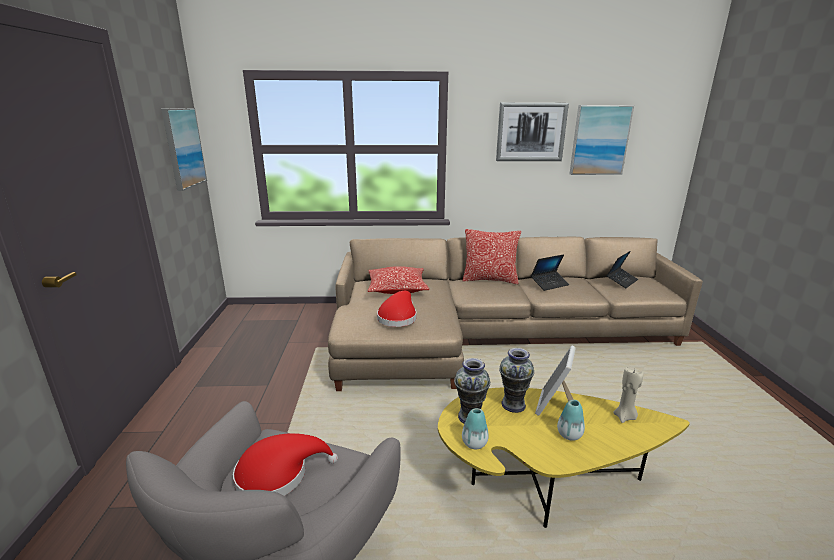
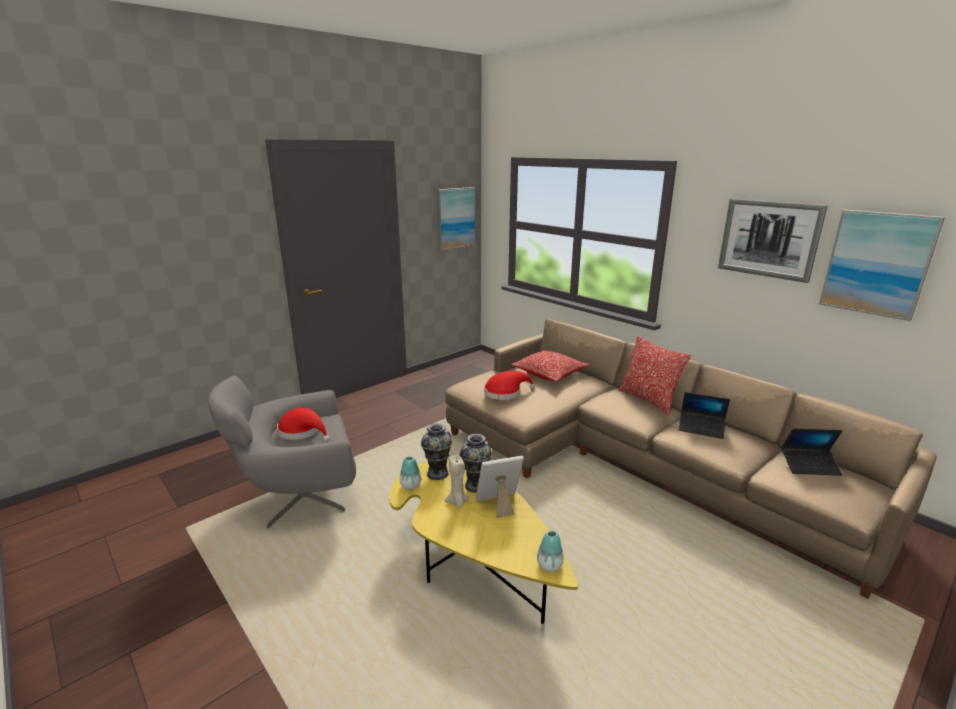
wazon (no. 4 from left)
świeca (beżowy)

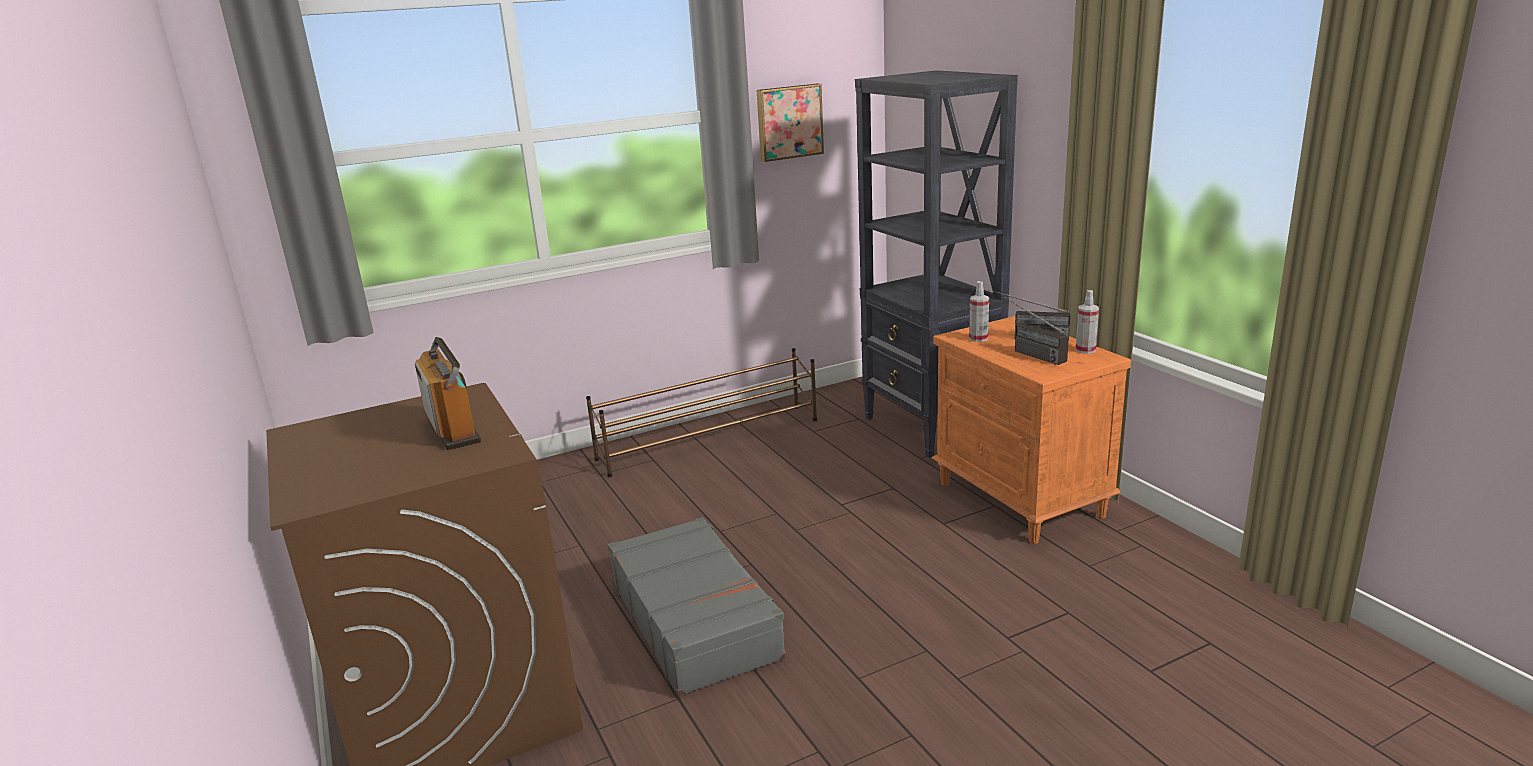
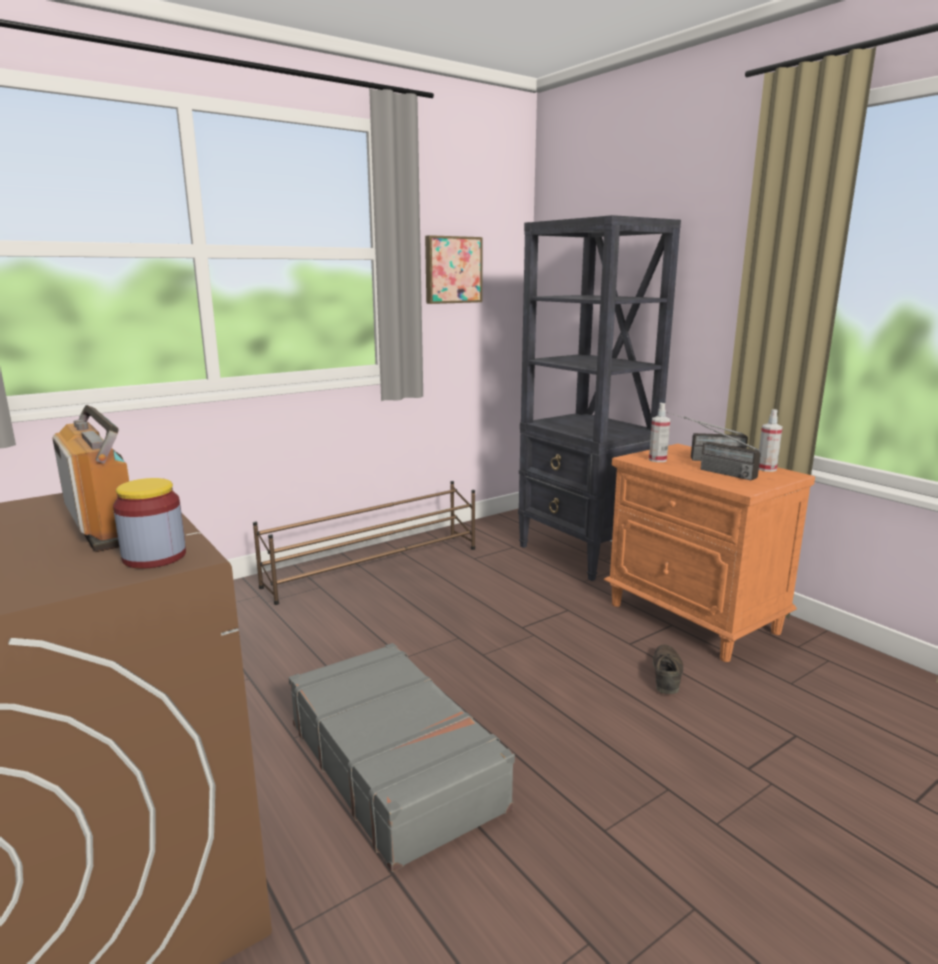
słoik
but (brązowy)

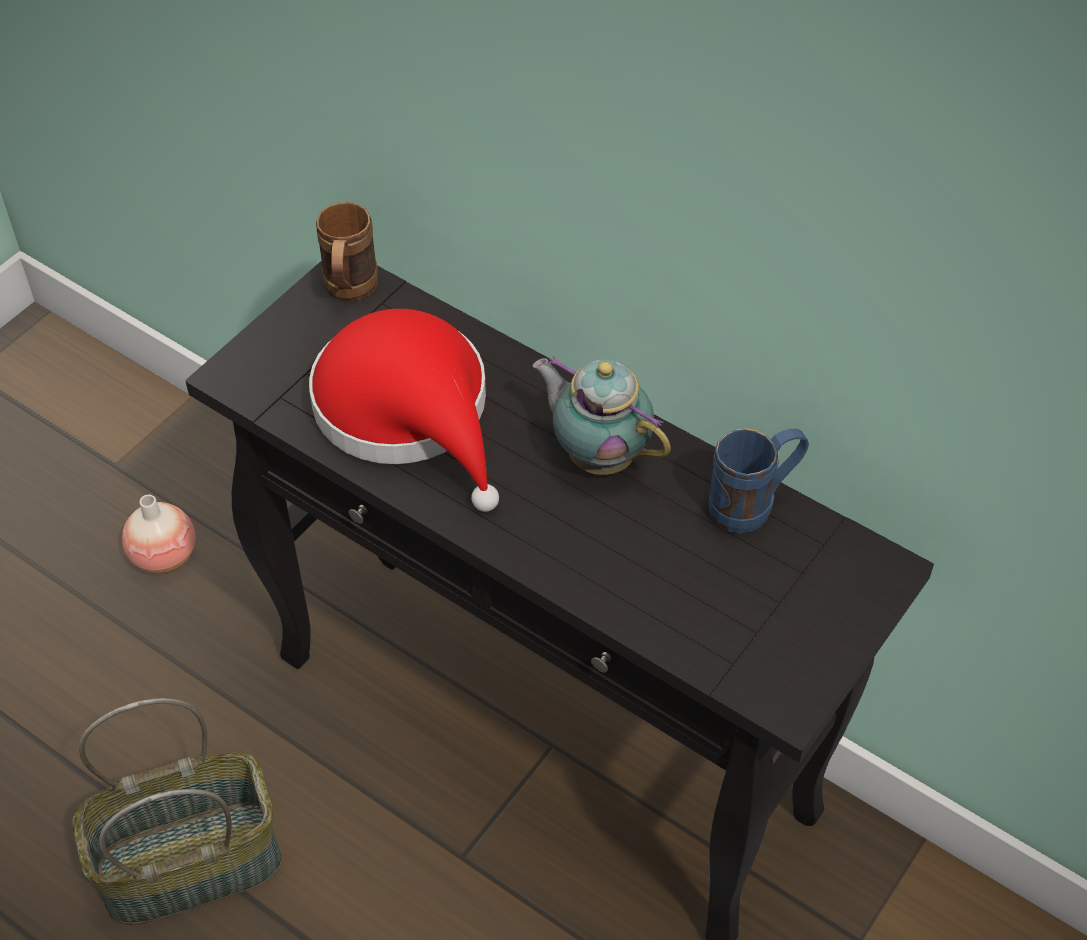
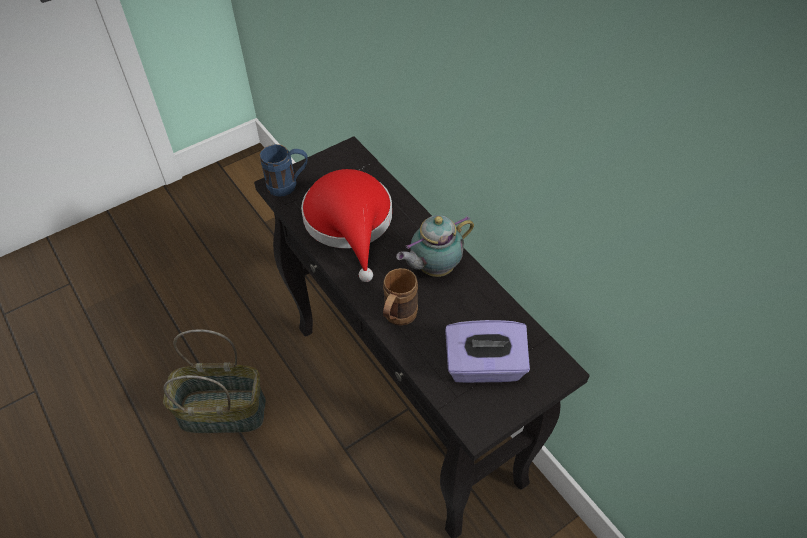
wazon
kubek (brązowy)
imbryk
kubek (niebieski)
pudełko chusteczek (fioletowy)

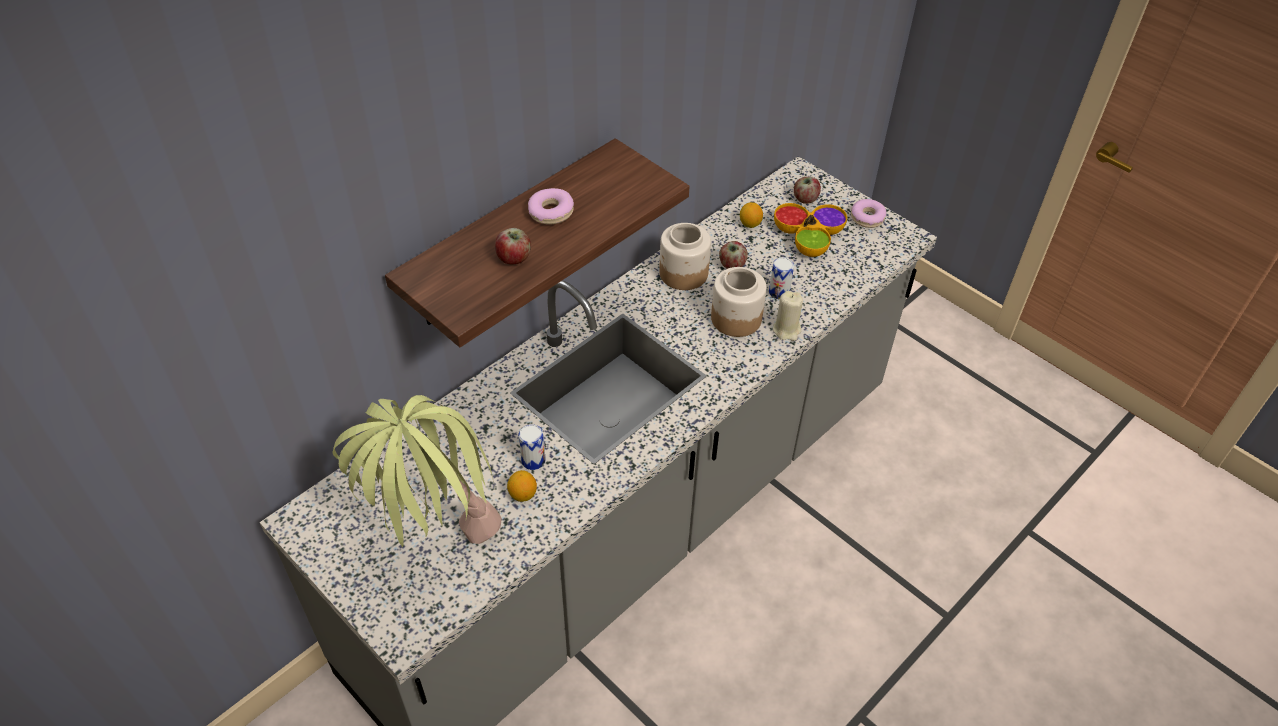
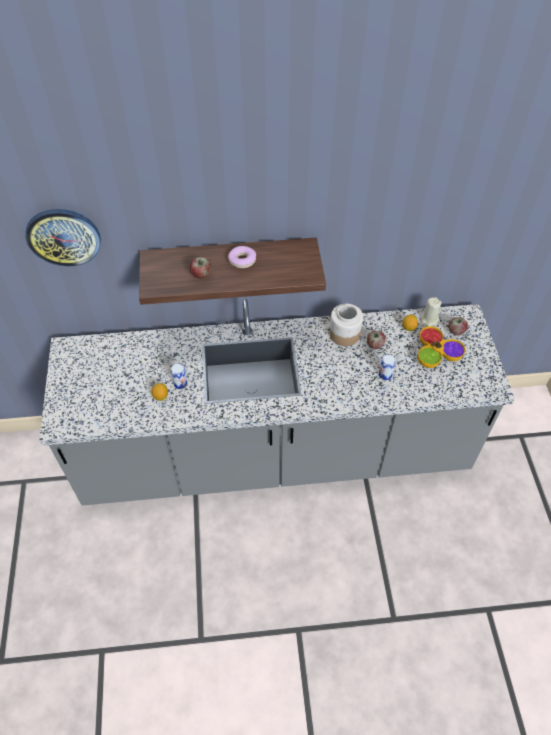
roślina doniczkowa
słoik (no. 2 from left in the first image)
świeca (beżowy)
donut (no. 2 from left in the first image)
zegar ścienny

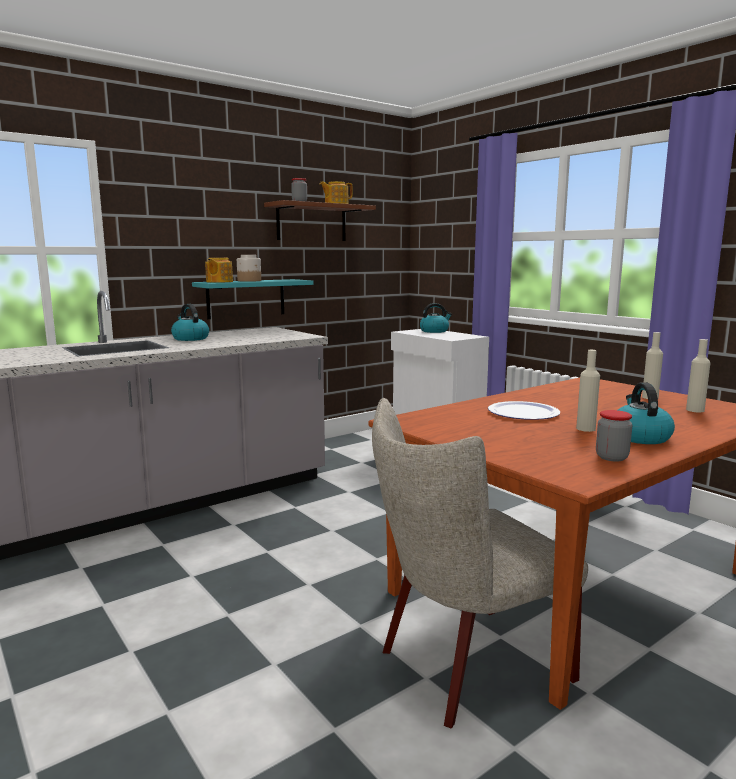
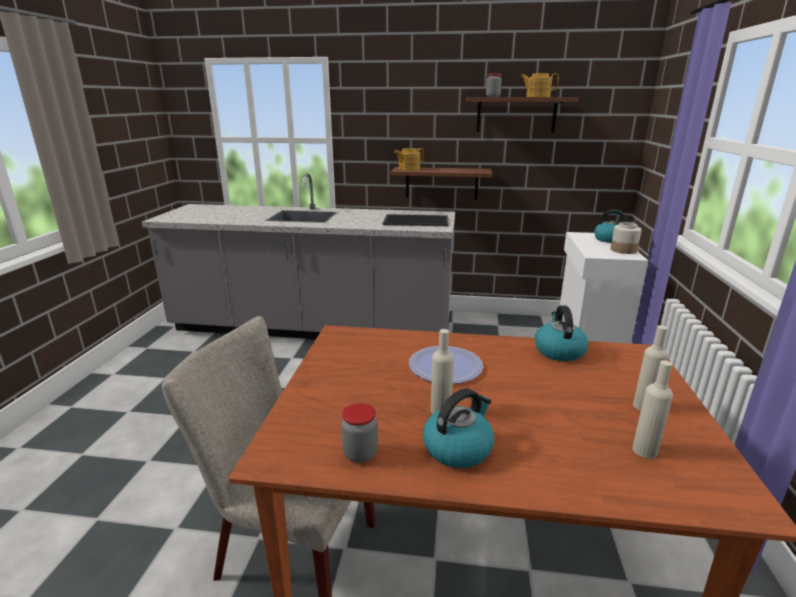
czajnik (no. 2 from left)
półka (brązowy) (no. 1 from left)
słoik (no. 3 from left)
taca

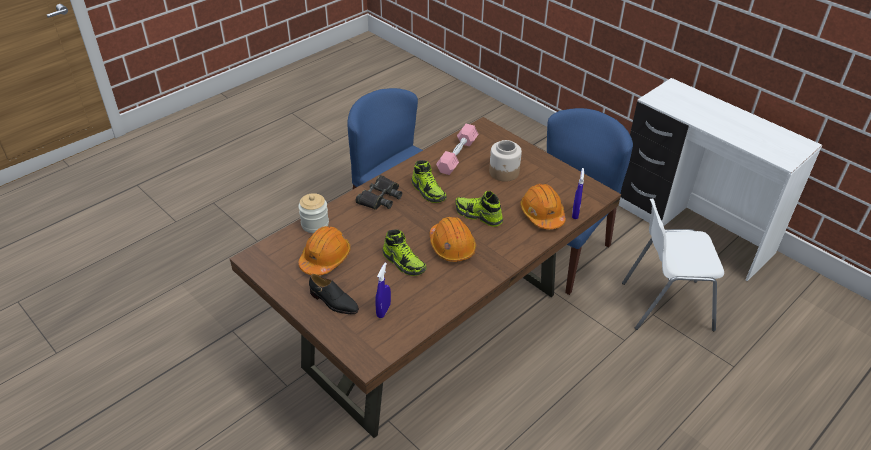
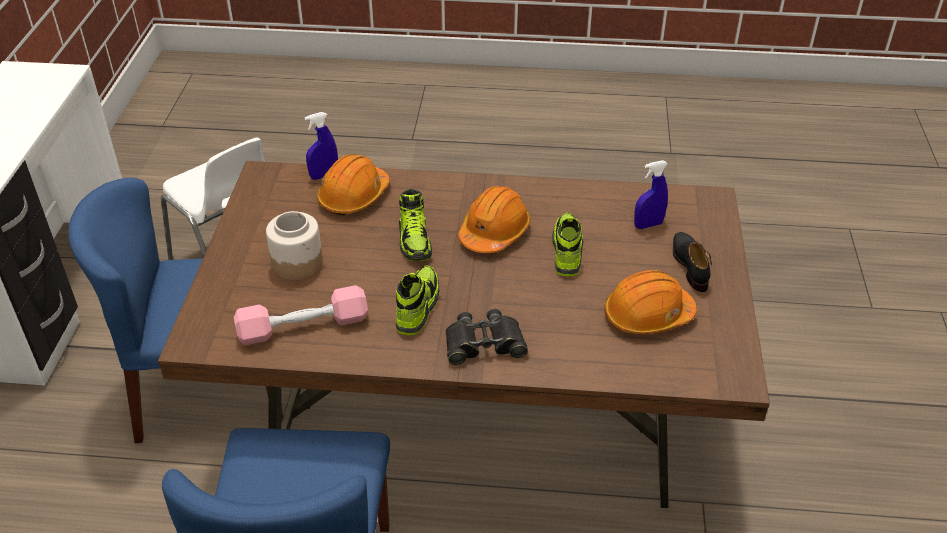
słoik (no. 1 from left in the first image)

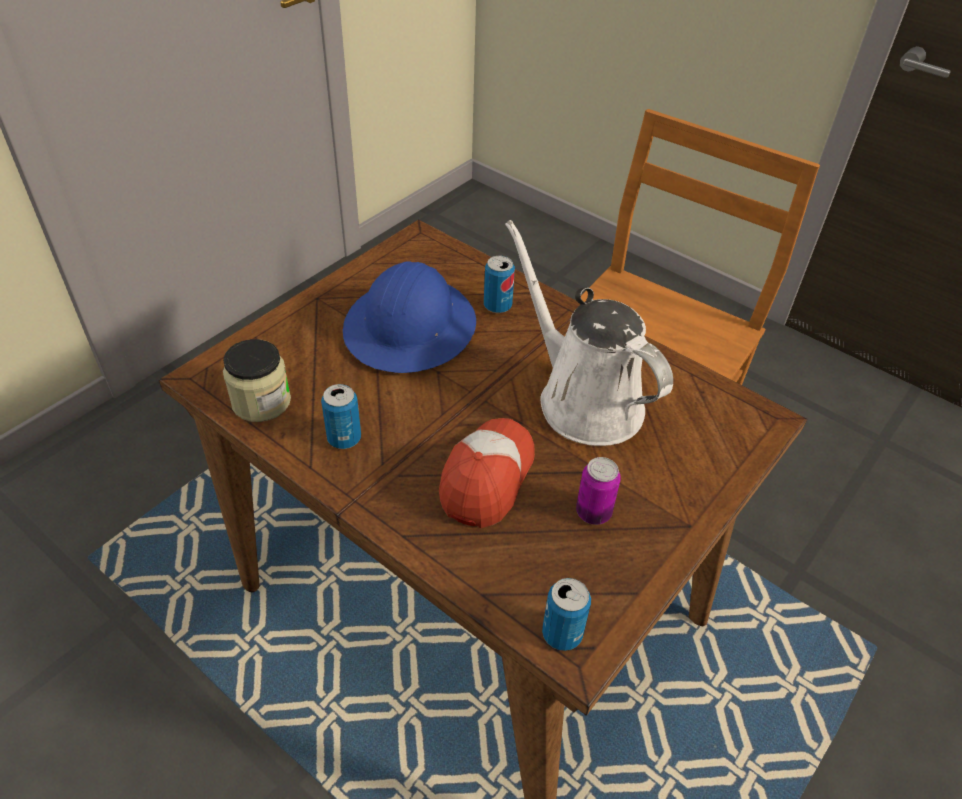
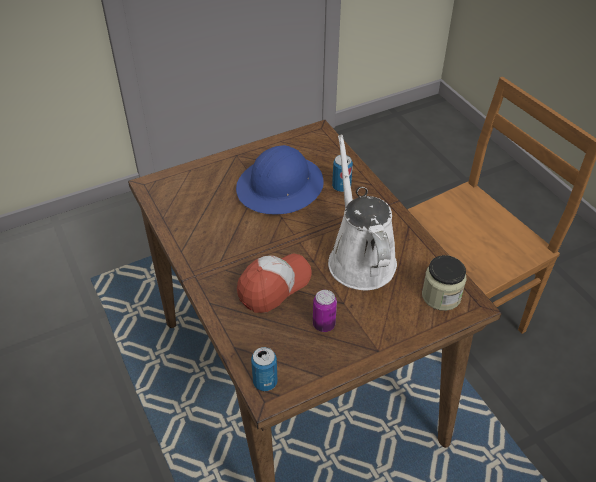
słoik
puszka (no. 1 from left in the first image)

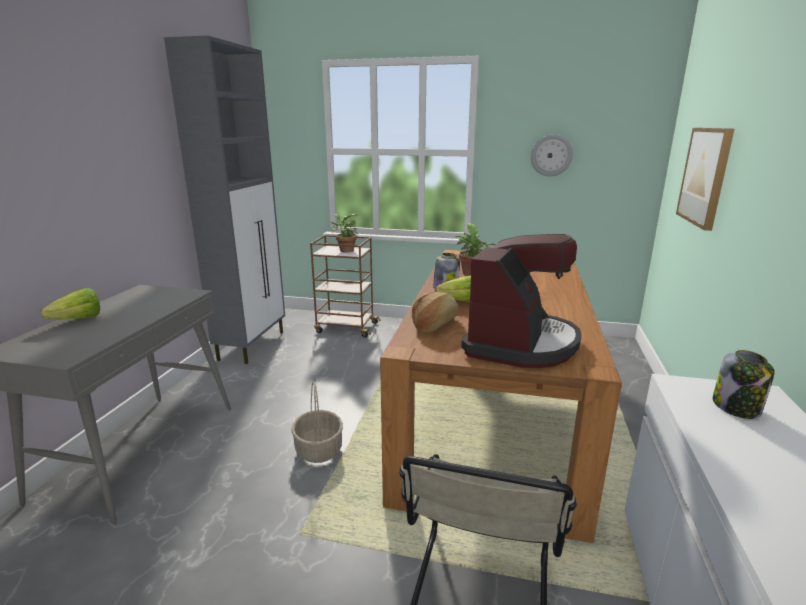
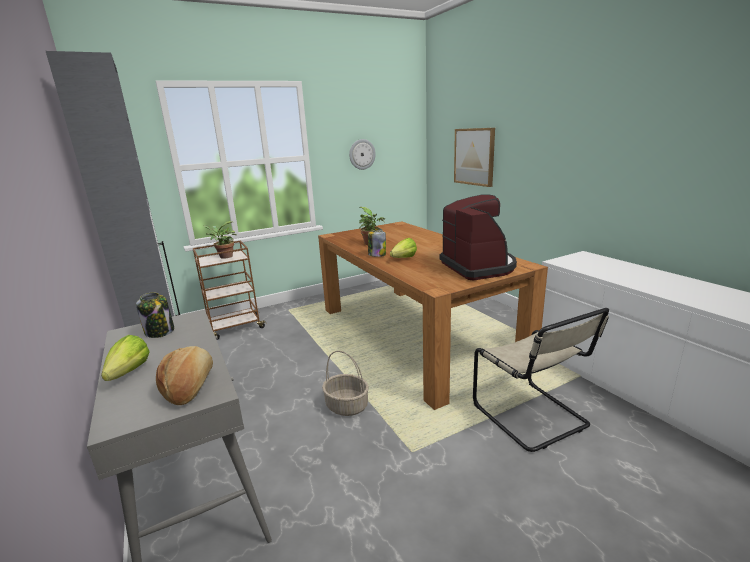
chleb
słoik (no. 1 from left)

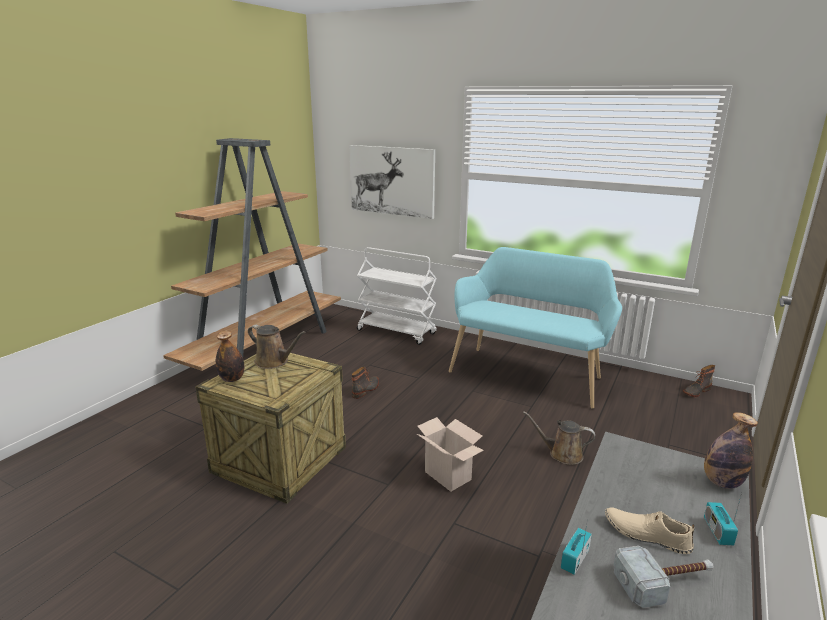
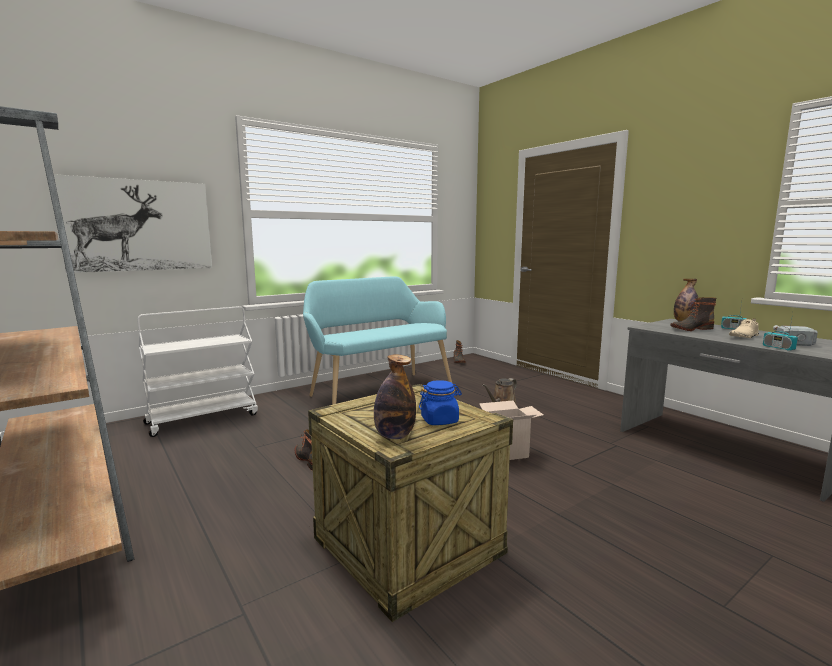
konewka (brązowy) (no. 1 from left in the first image)
słoik (niebieski)
but z cholewką (no. 3 from left)

